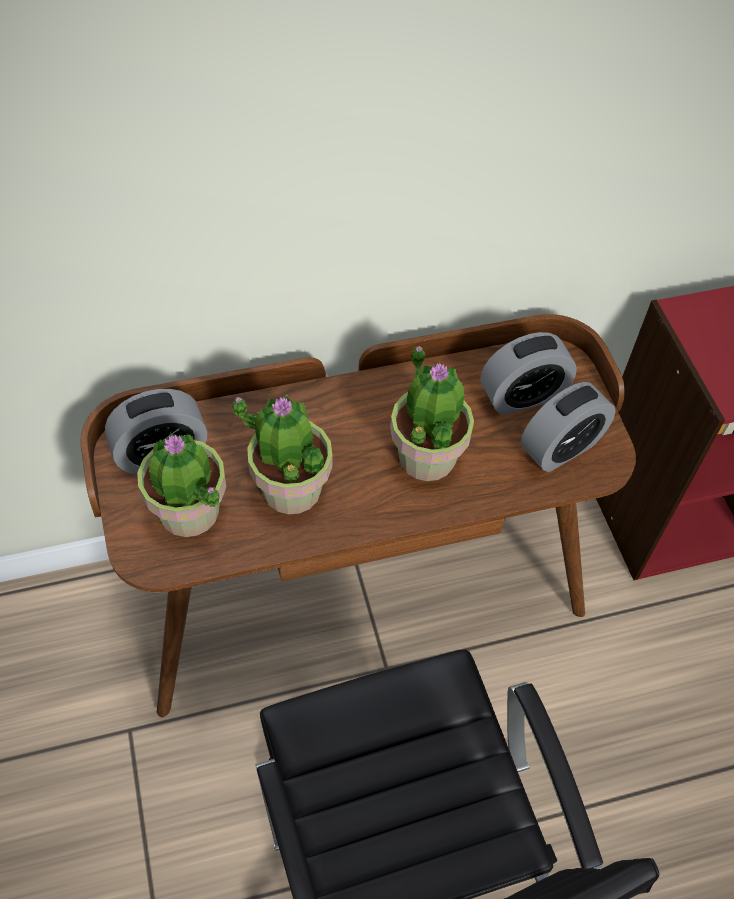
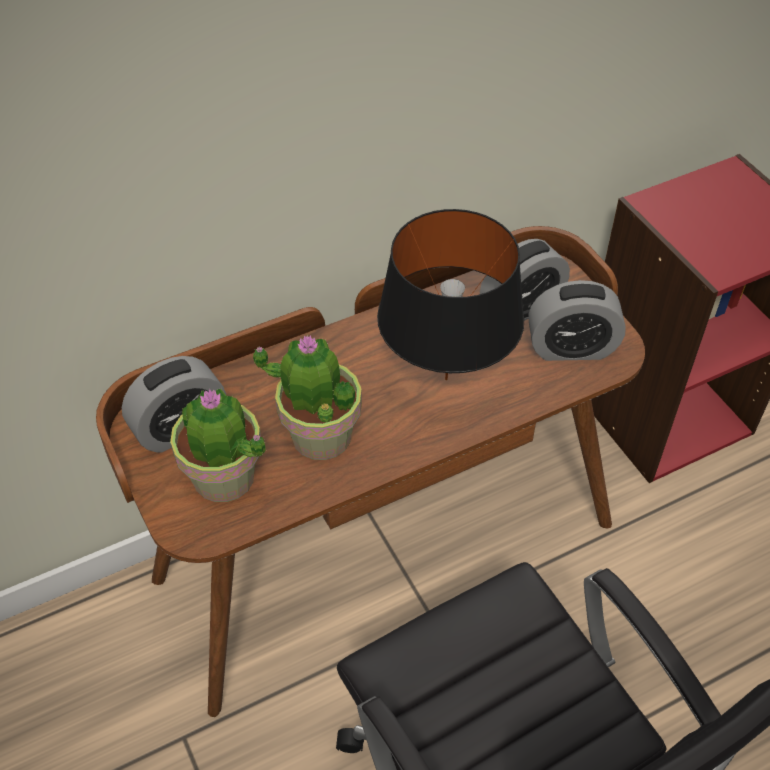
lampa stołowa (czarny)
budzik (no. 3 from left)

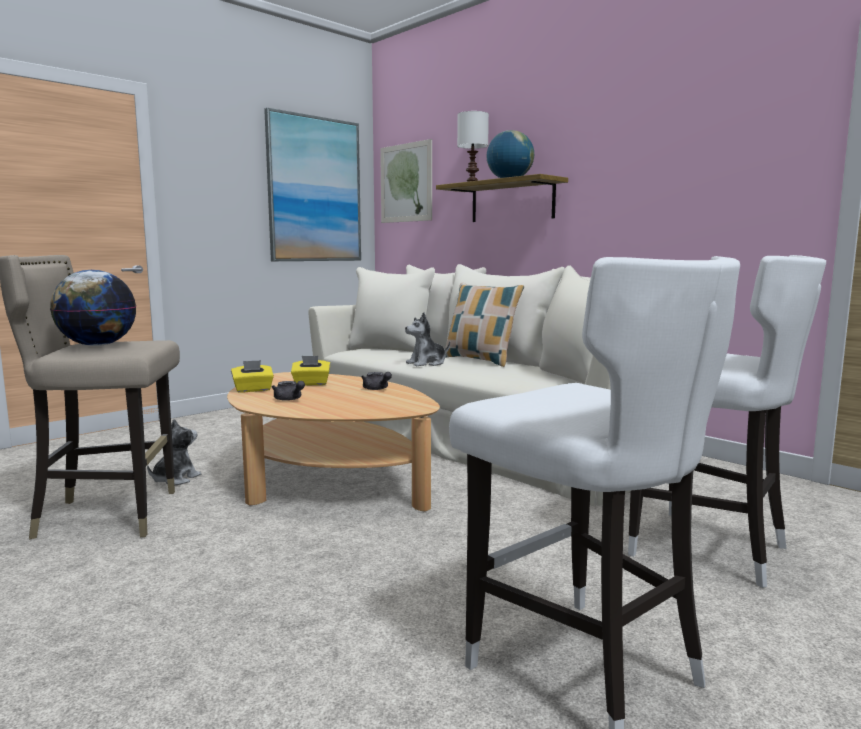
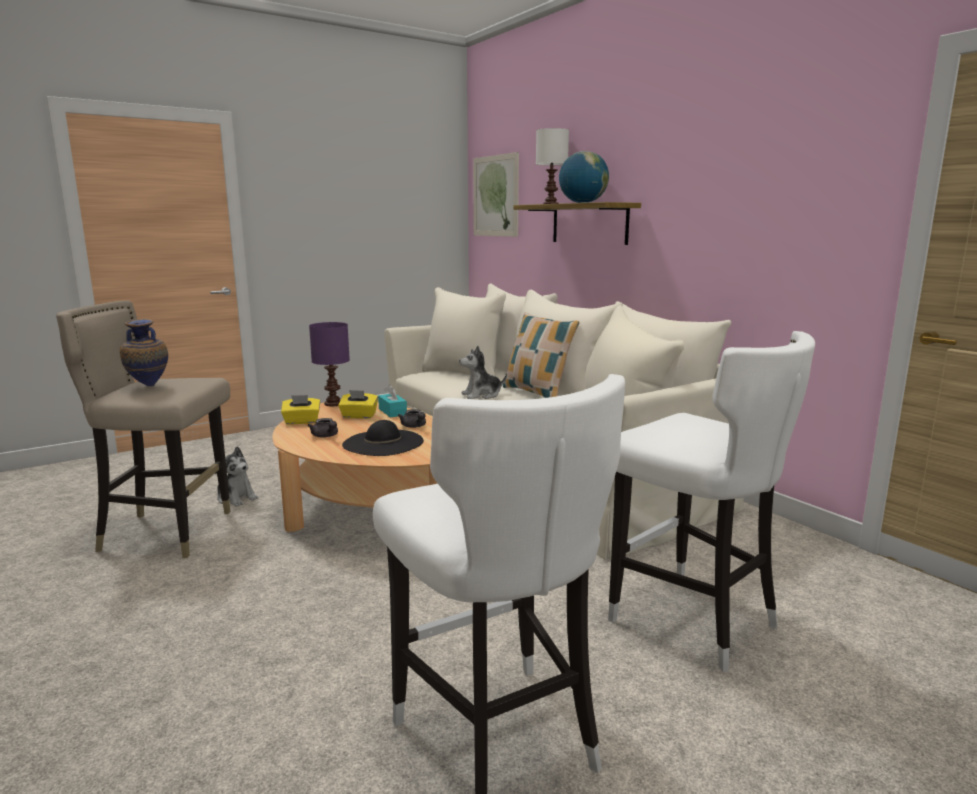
wazon
pluszak (no. 1 from left)
obraz (no. 1 from left in the first image)
lampa stołowa (fioletowy)
kapelusz (czarny)
pudełko chusteczek (turkusowy)

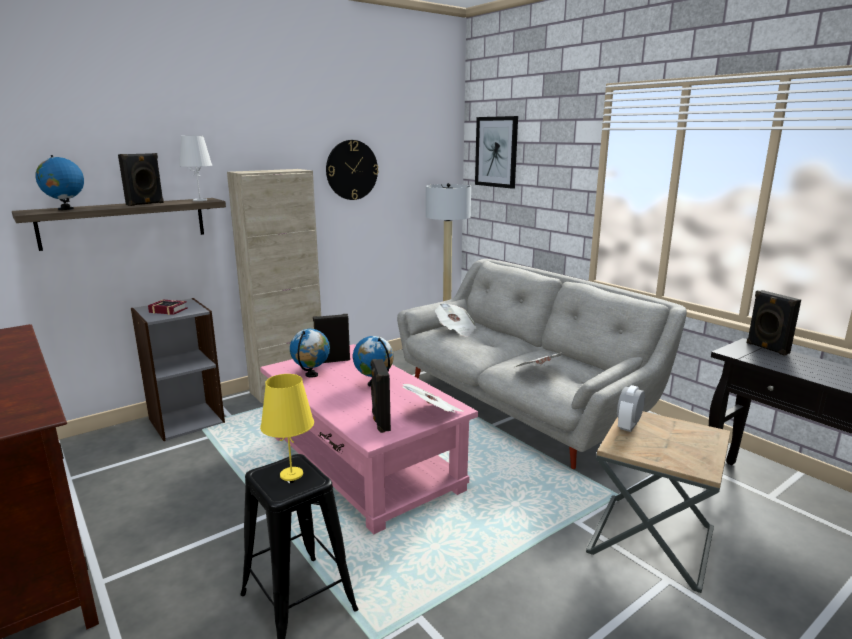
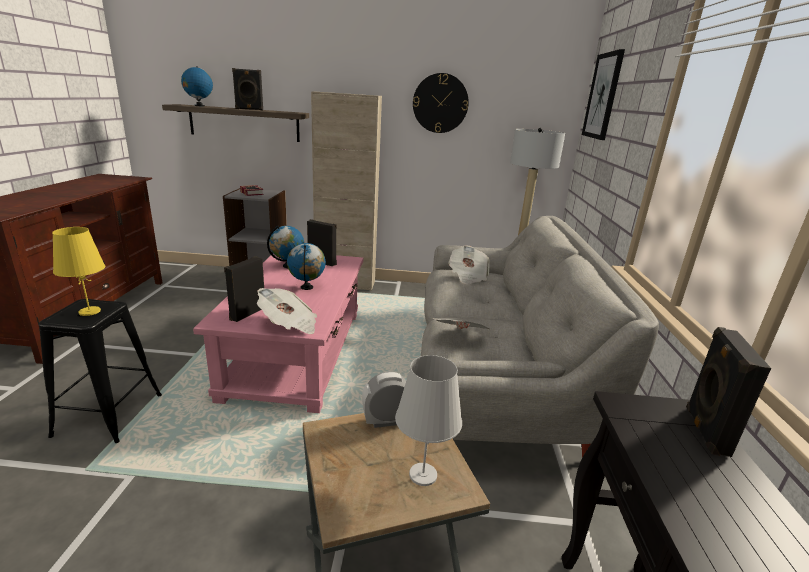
lampa stołowa (biały)

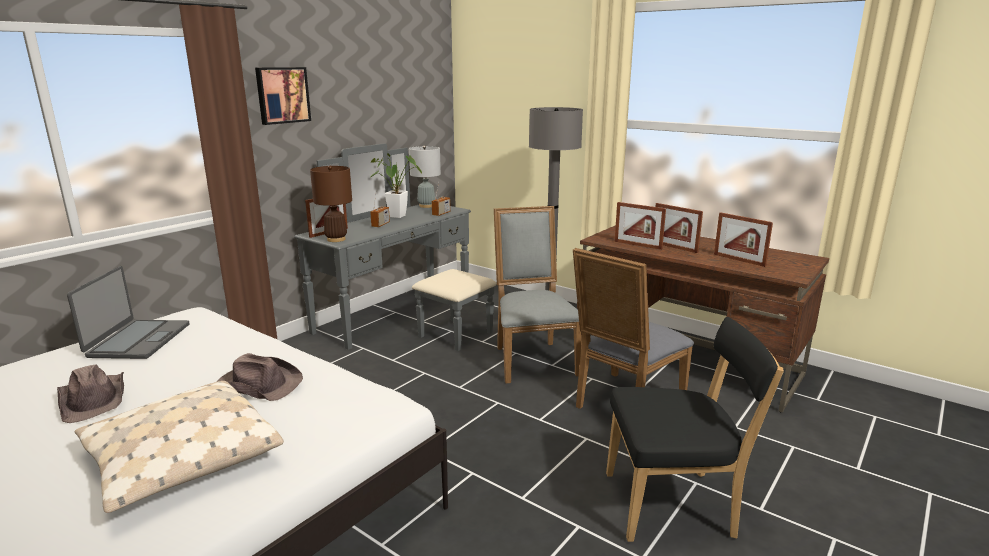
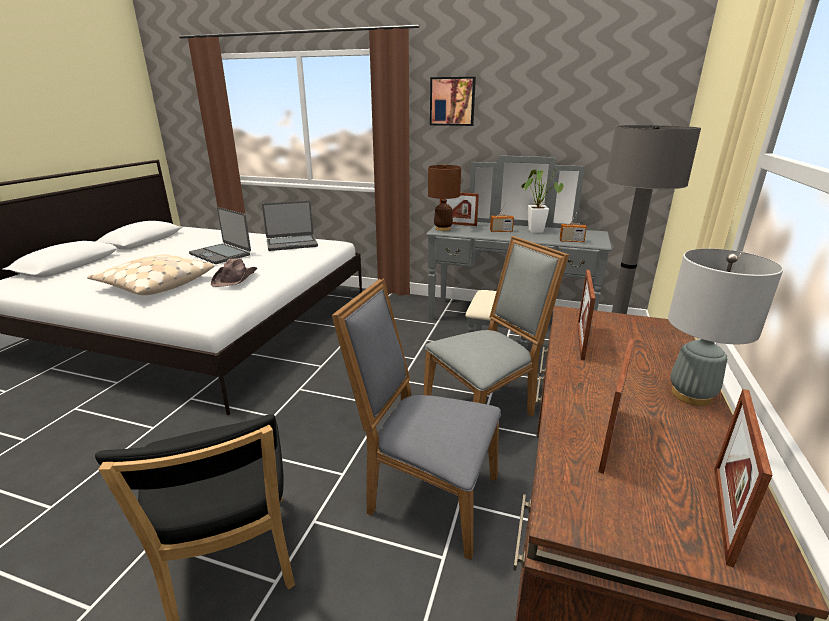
laptop (no. 1 from left)
lampa stołowa (szary)
ramka na zdjęcie (no. 4 from left)

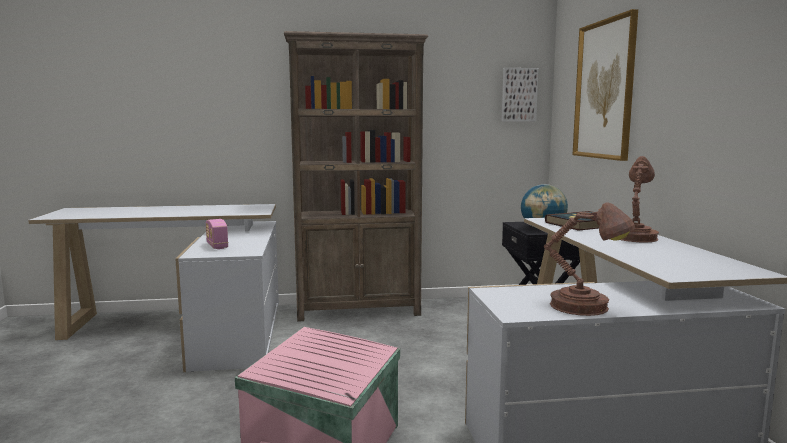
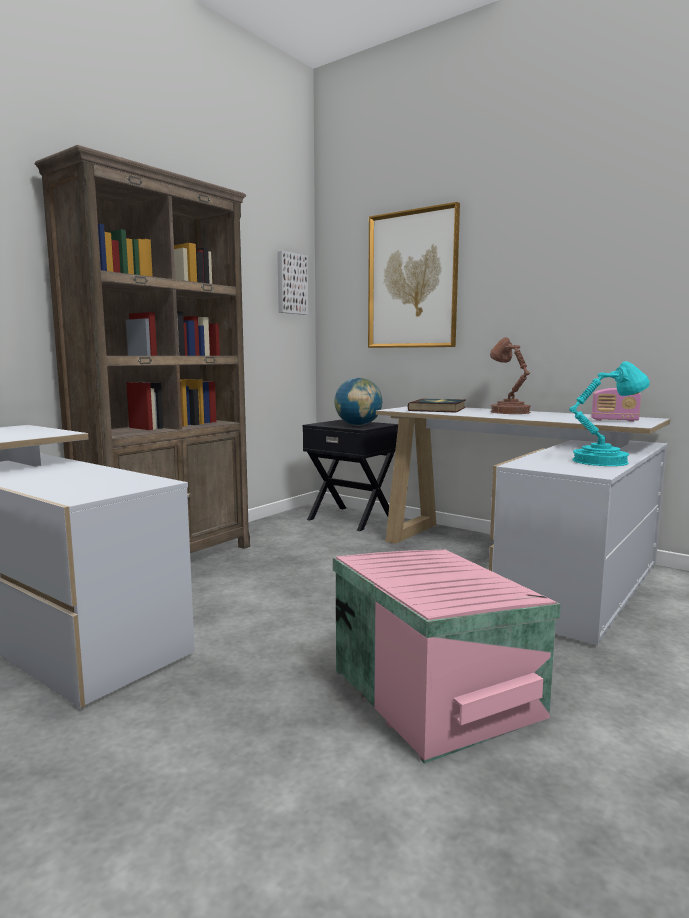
radio
lampa stołowa (turkusowy)

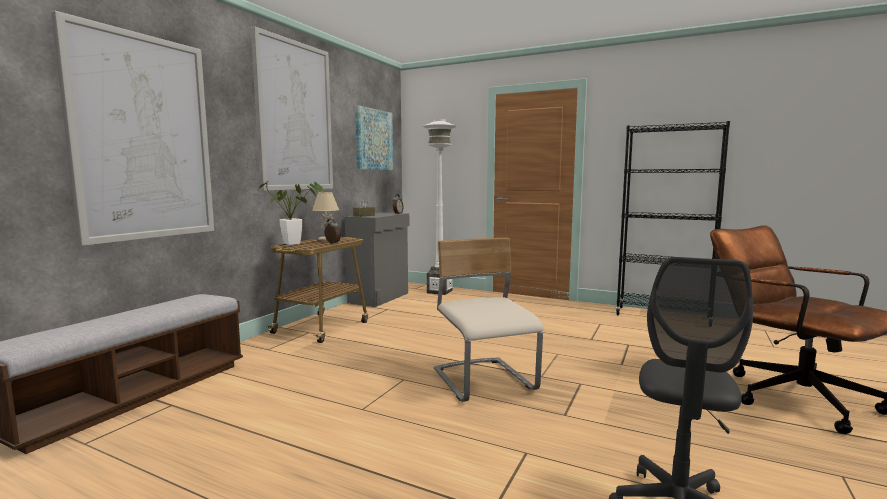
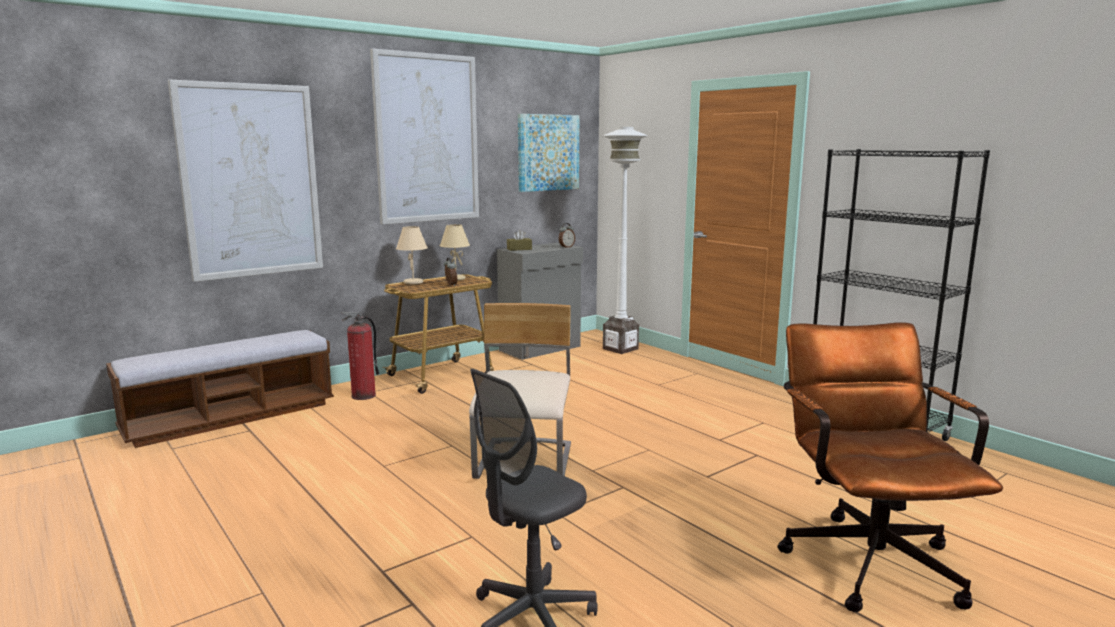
lampa stołowa (beżowy) (no. 1 from left)
gaśnica

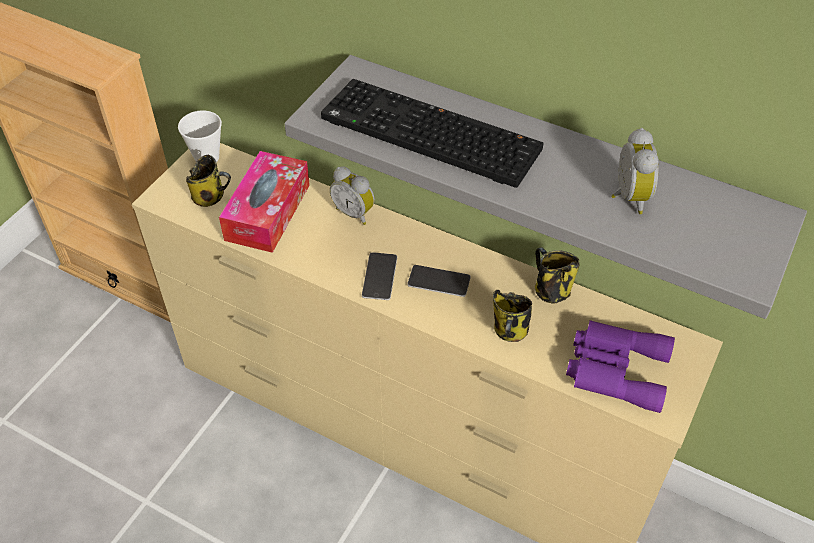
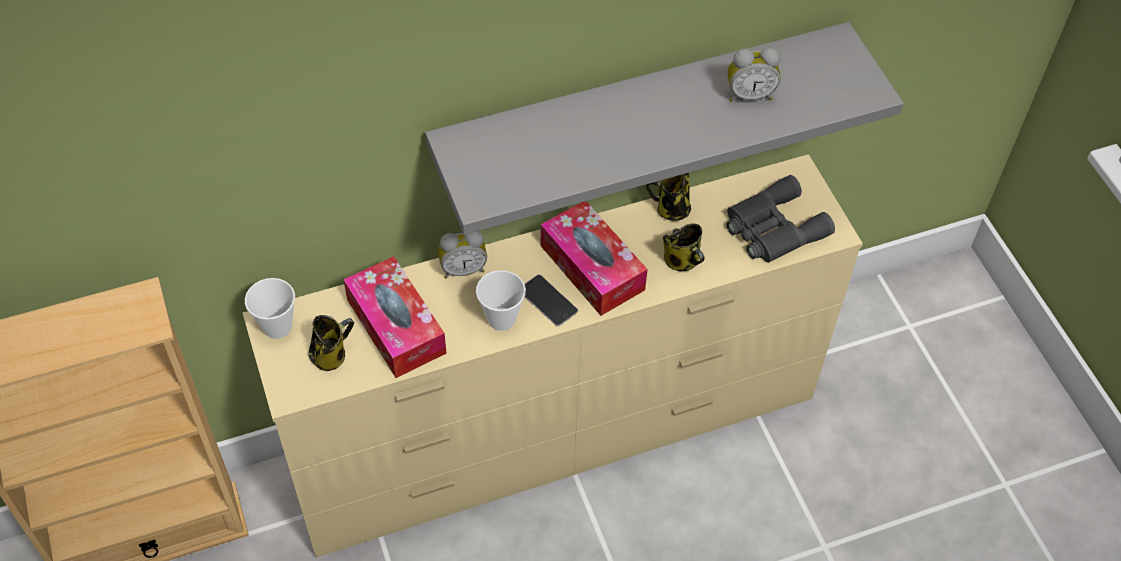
klawiatura
pudełko chusteczek (no. 2 from left)
lornetka (szary)
budzik (no. 2 from left)
filiżanka (no. 2 from left)

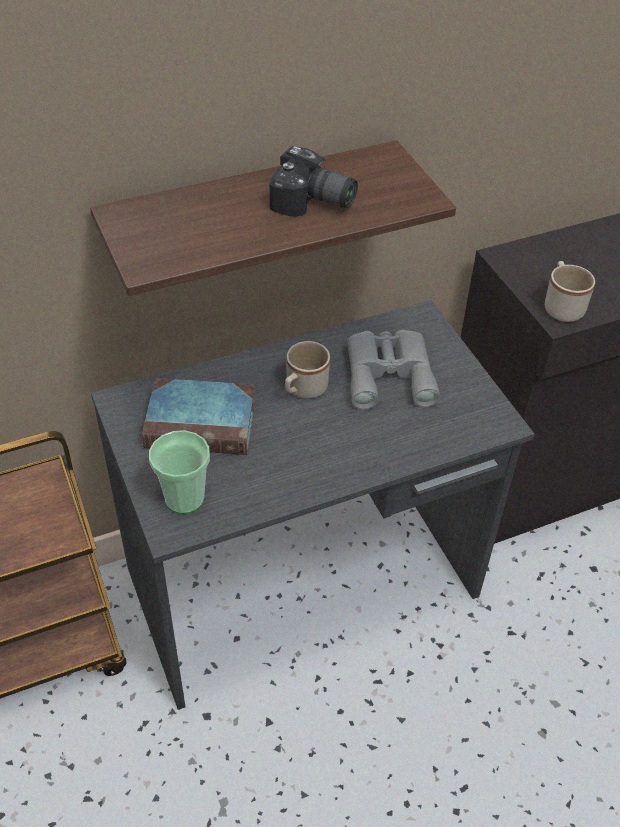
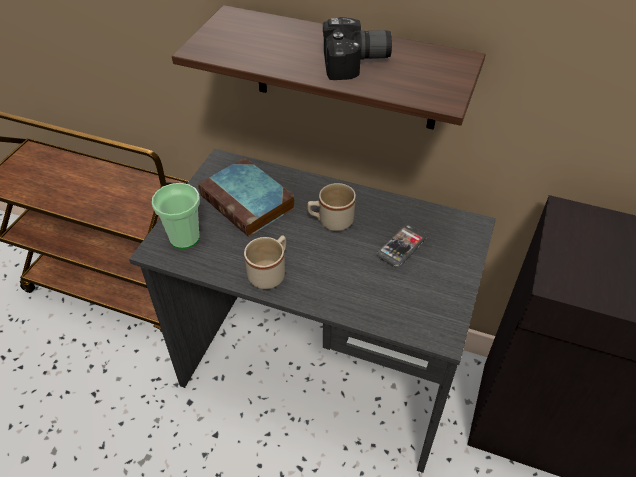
aparat fotograficzny
telefon
kubek (beżowy) (no. 1 from left)

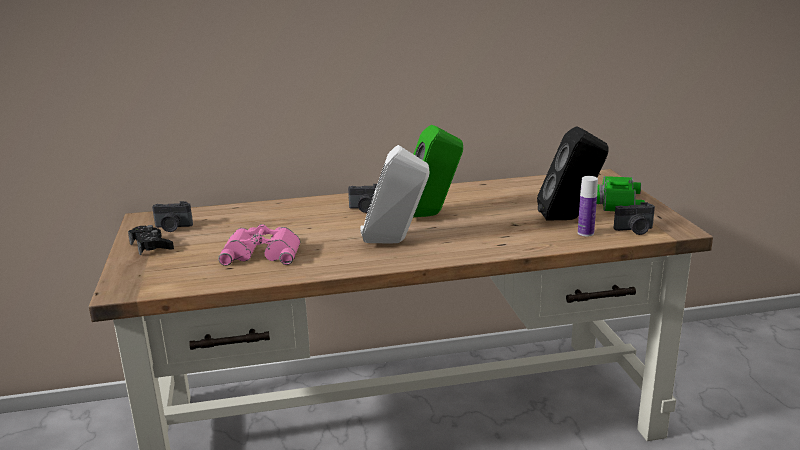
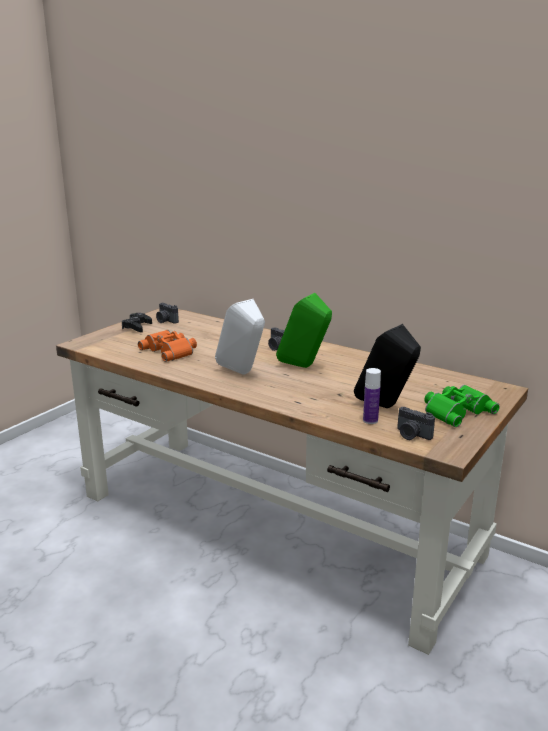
lornetka (pomarańczowy)

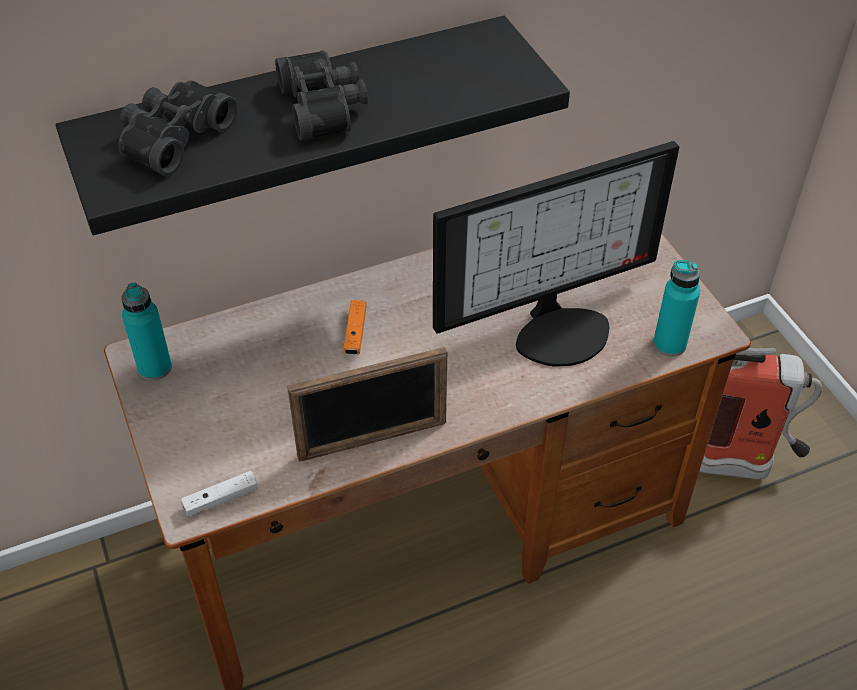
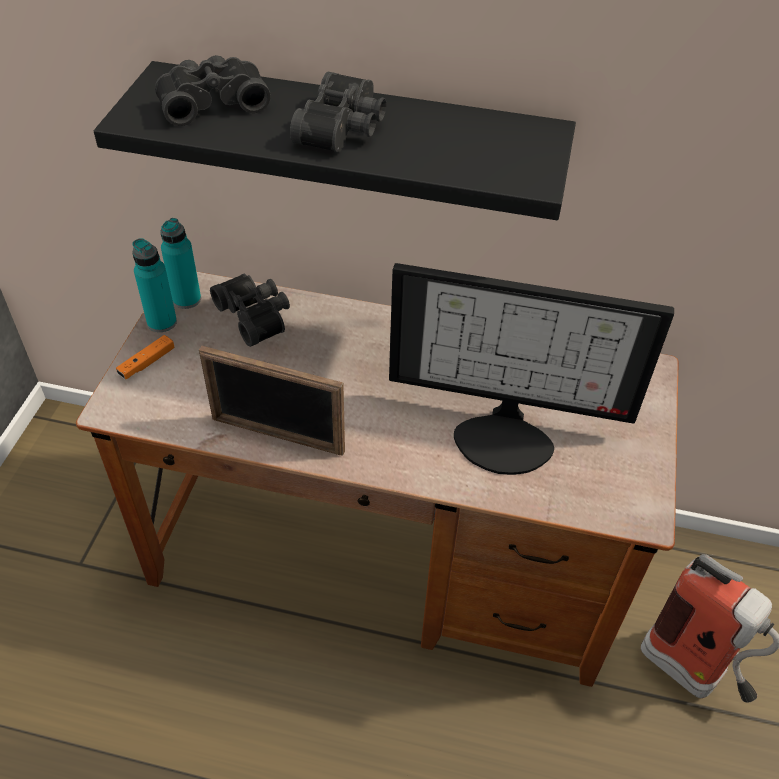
pad do gier (biały)
pad do gier (pomarańczowy)
butelka (turkusowy) (no. 1 from left)
lornetka (czarny) (no. 2 from left)

